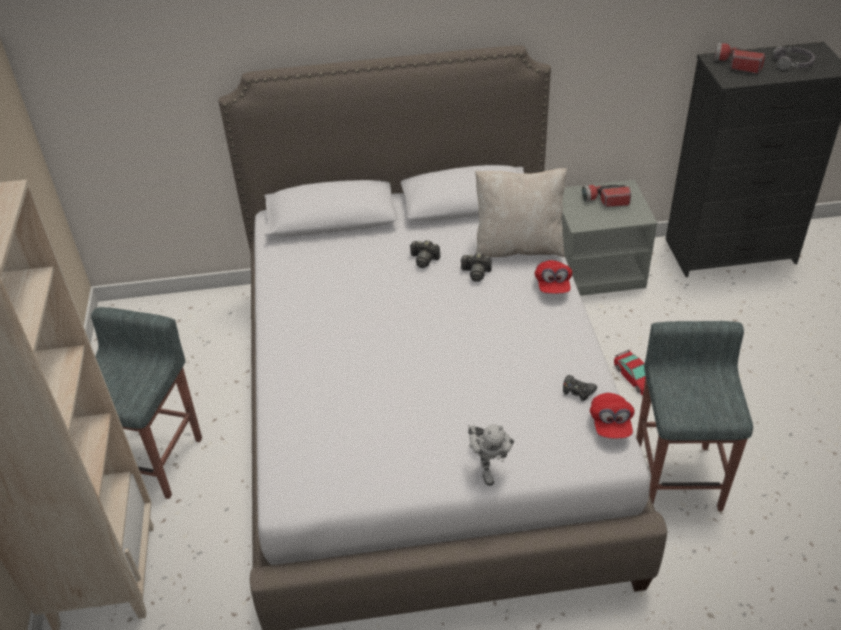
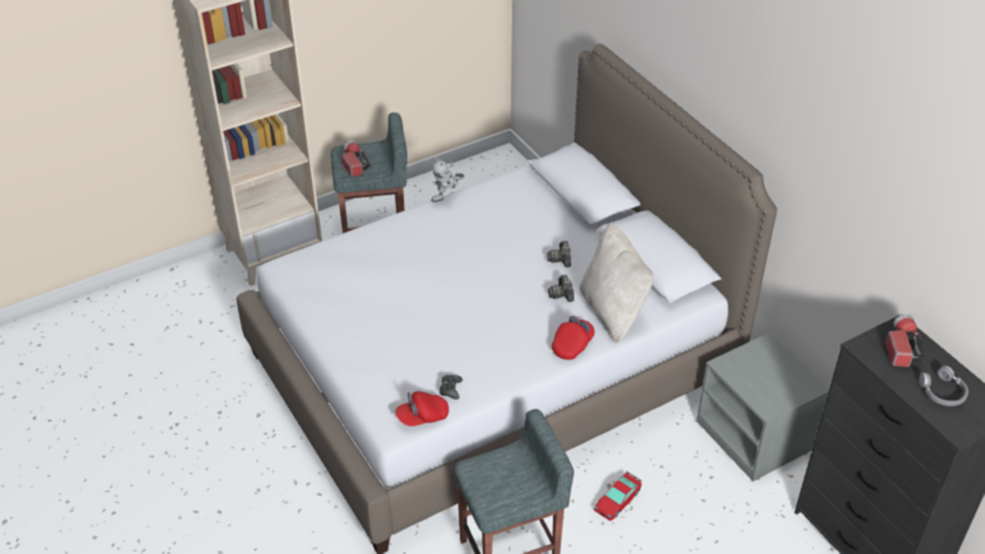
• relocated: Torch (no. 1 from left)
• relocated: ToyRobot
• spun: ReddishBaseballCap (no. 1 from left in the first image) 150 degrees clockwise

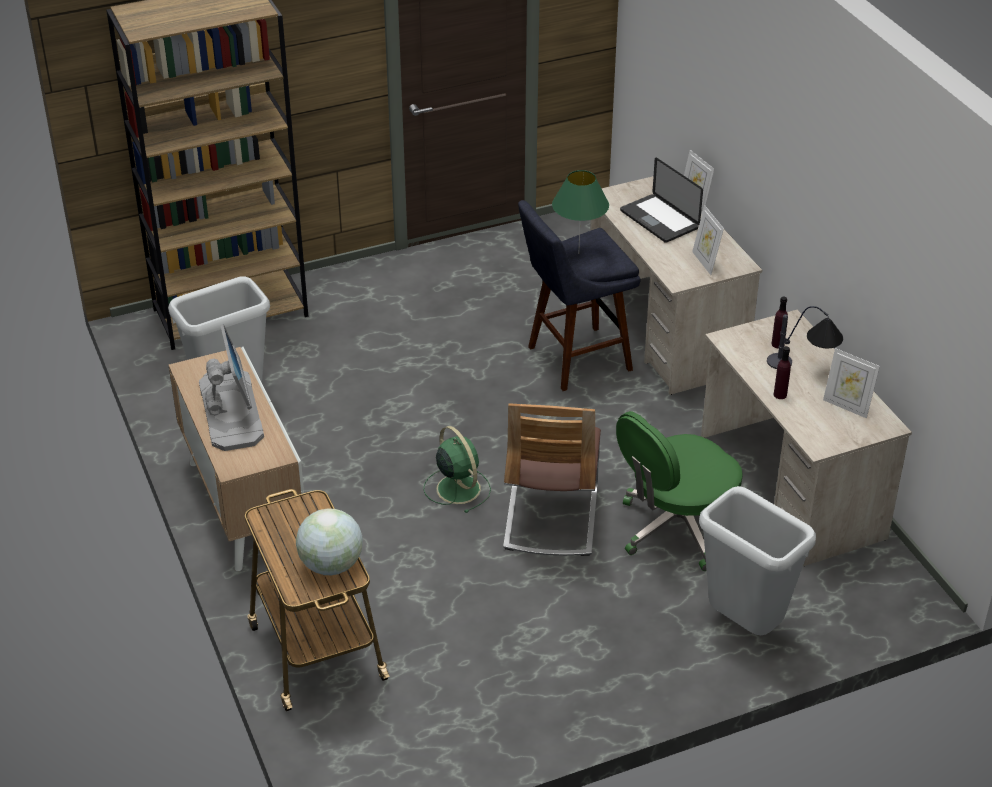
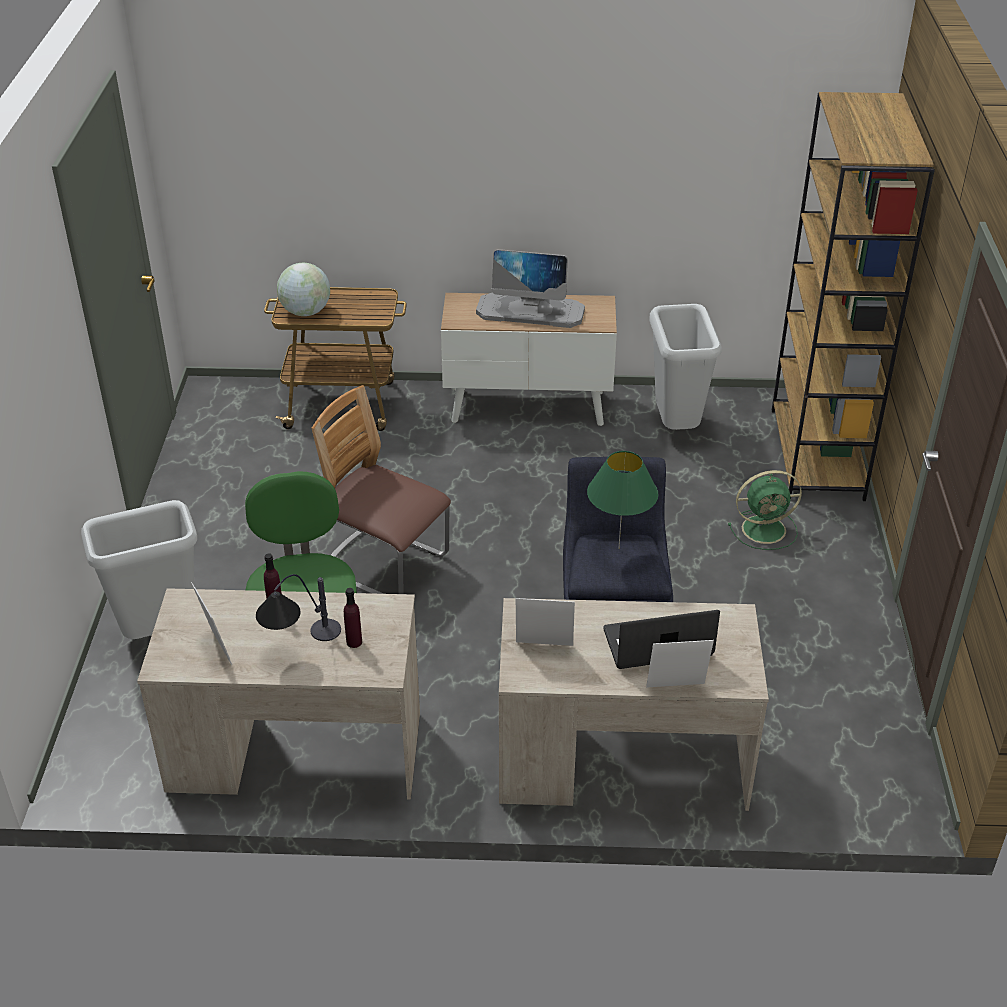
• spun: PictureFrame (no. 3 from left in the first image) 90 degrees clockwise
• relocated: GreenishFan

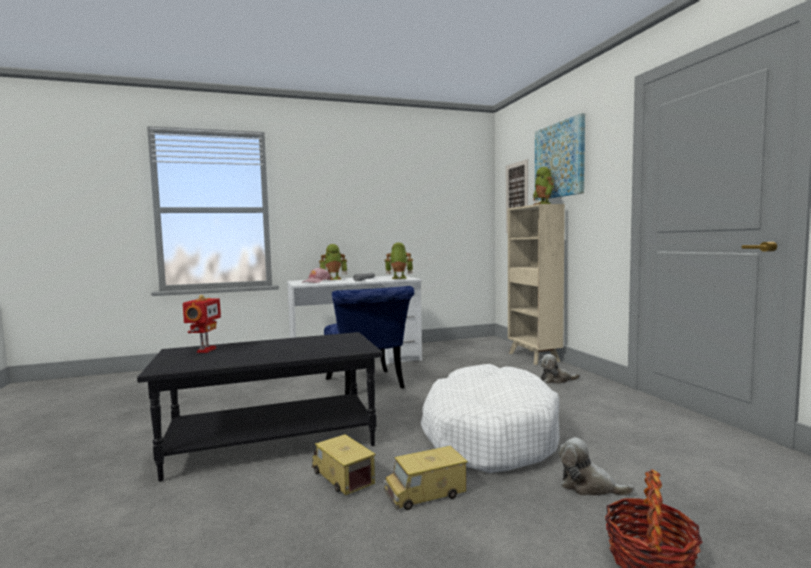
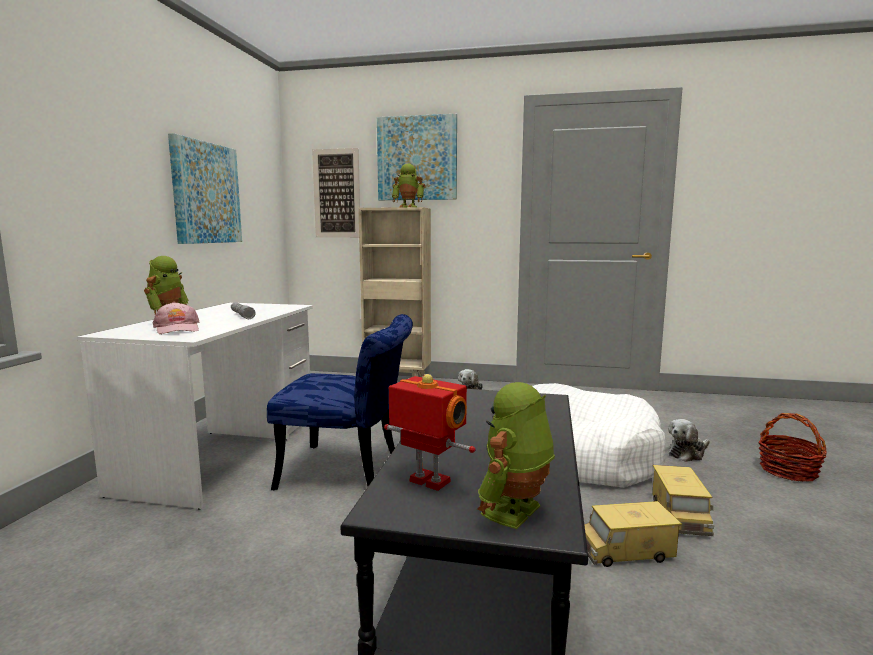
• appeared: WallPicture (no. 1 from left)
• relocated: ToyRobot (no. 3 from left in the first image) to ToyRobot (no. 4 from left)

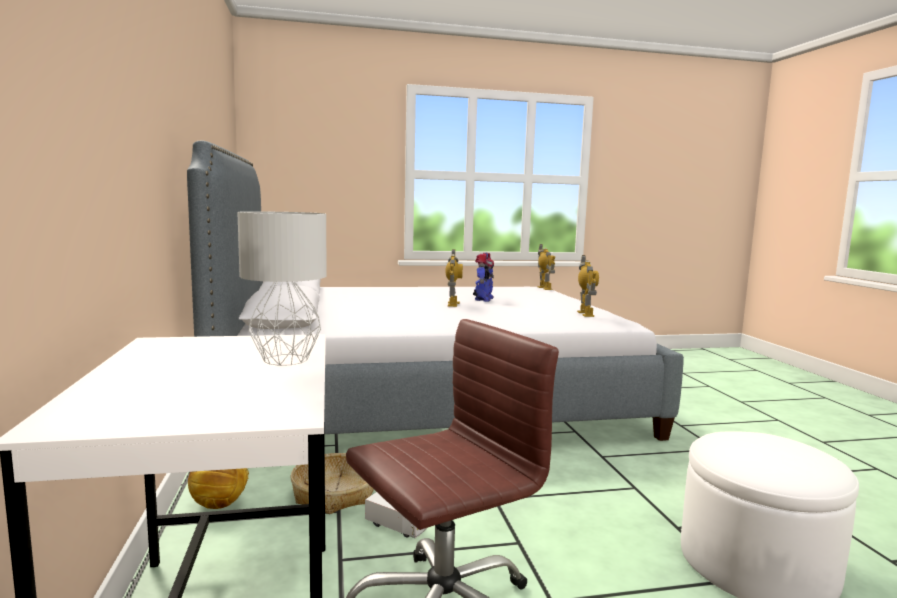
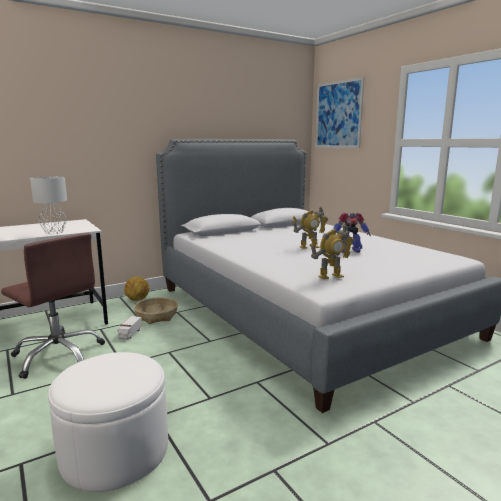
• appeared: WallPicture
• missing: ToyRobot (no. 3 from left)

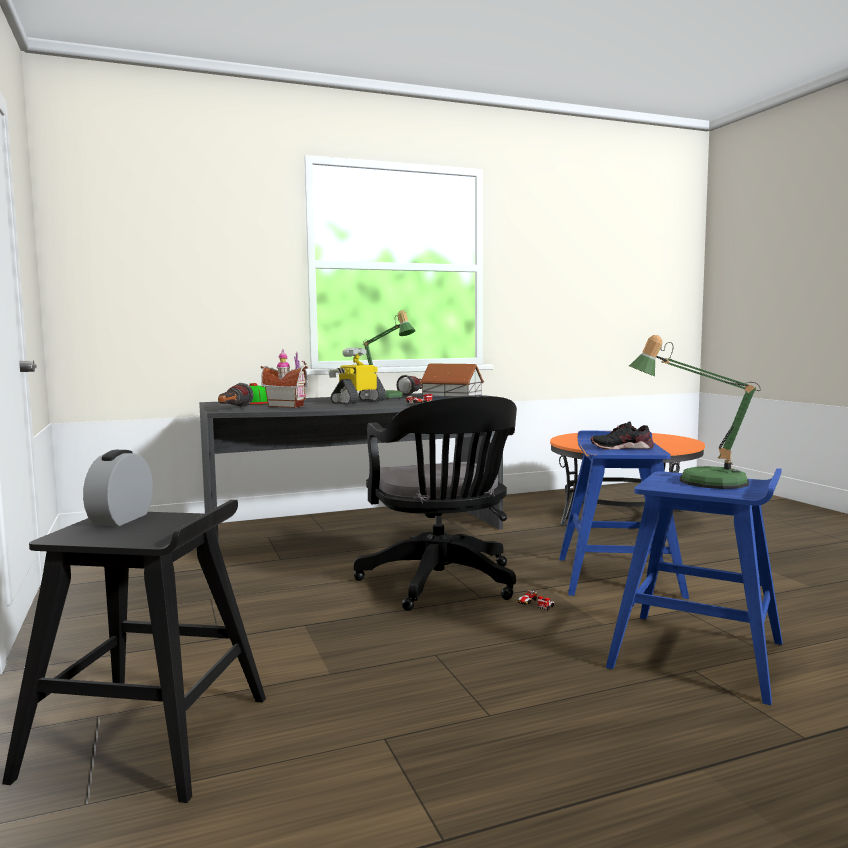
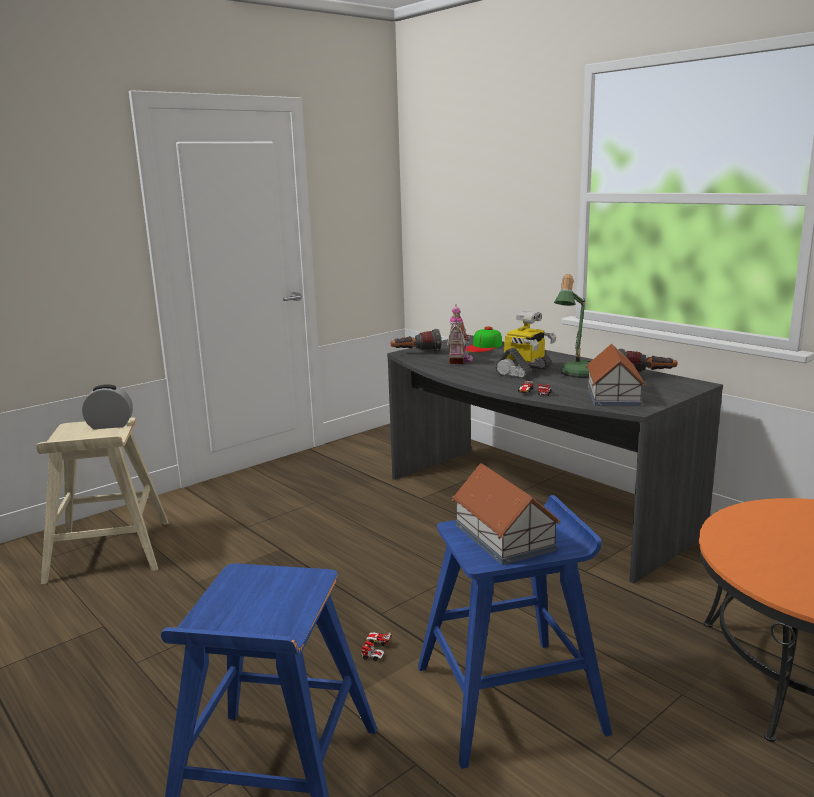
• colour: BlackColouredStoolSeat to SandColouredStoolSeat
• exchanged: BlackColouredItemOfFootwear to ToyHouse (no. 2 from left)
• spun: ToyRobot 105 degrees clockwise
• missing: BlackColouredDeskChair
• missing: LampForATable (no. 2 from left)

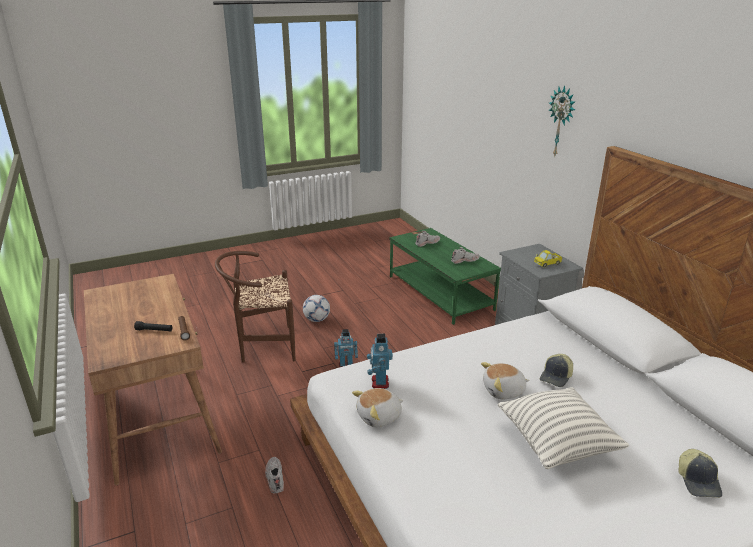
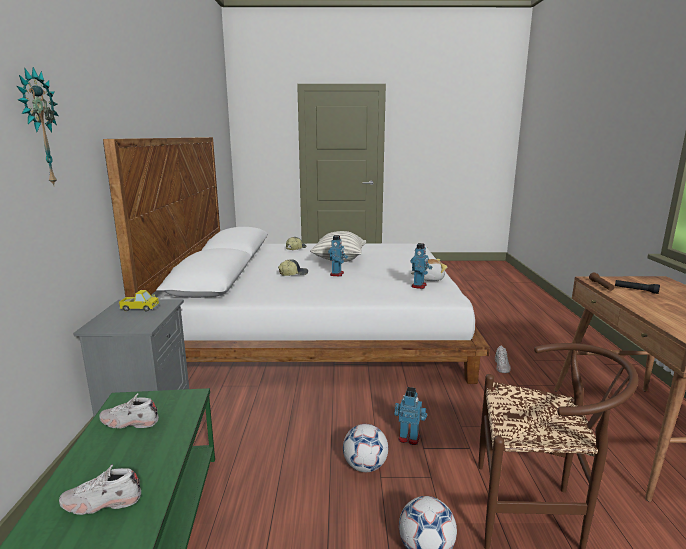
• exchanged: PlushToy (no. 2 from left) to ToyRobot (no. 1 from left)
• appeared: Football (no. 1 from left)

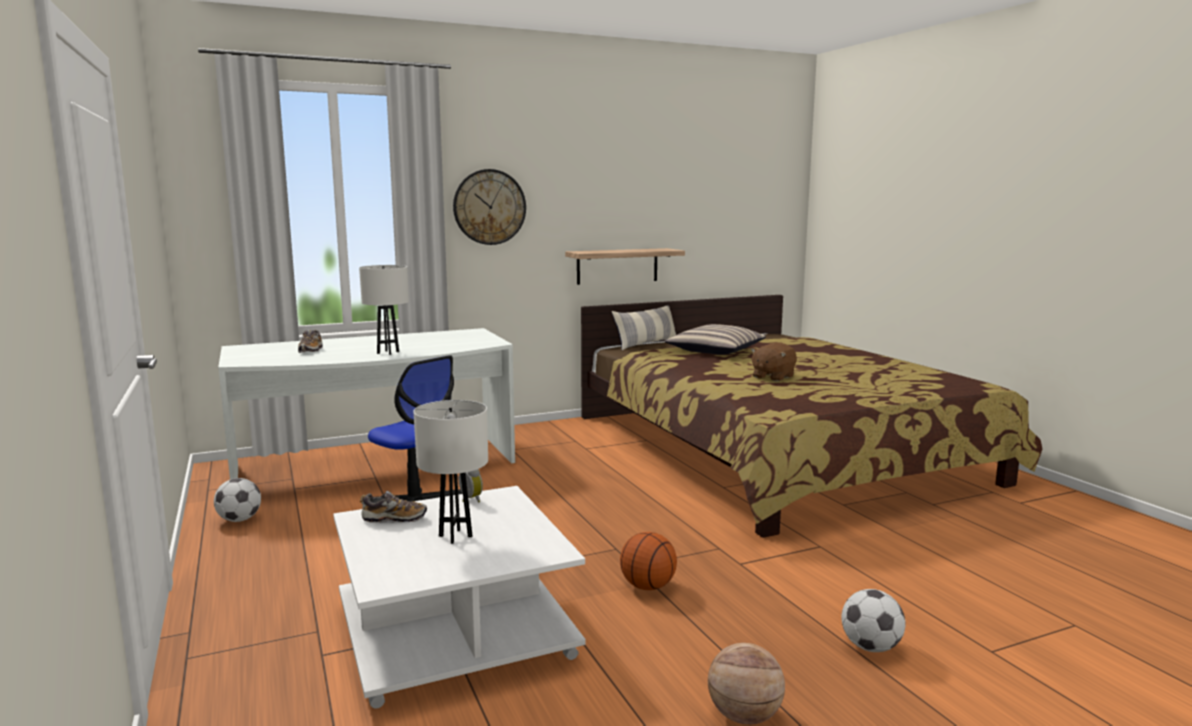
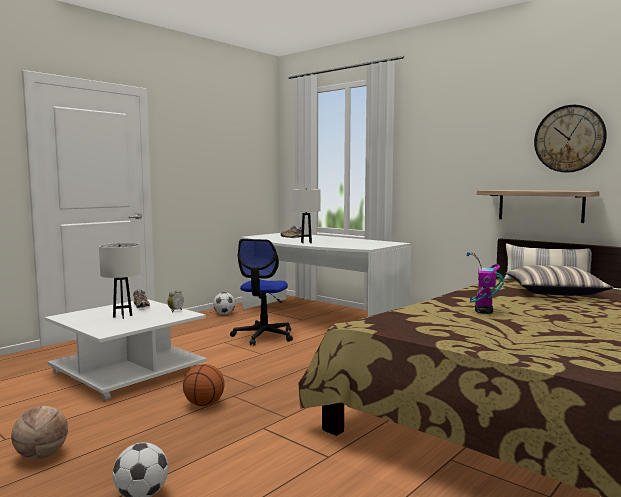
• exchanged: BrownPlushToy to ToyRobot
• relocated: WallClock

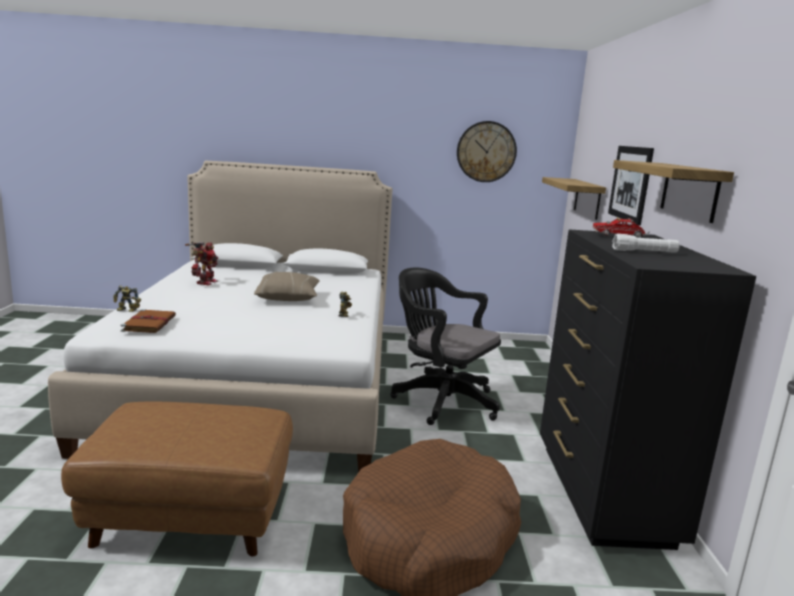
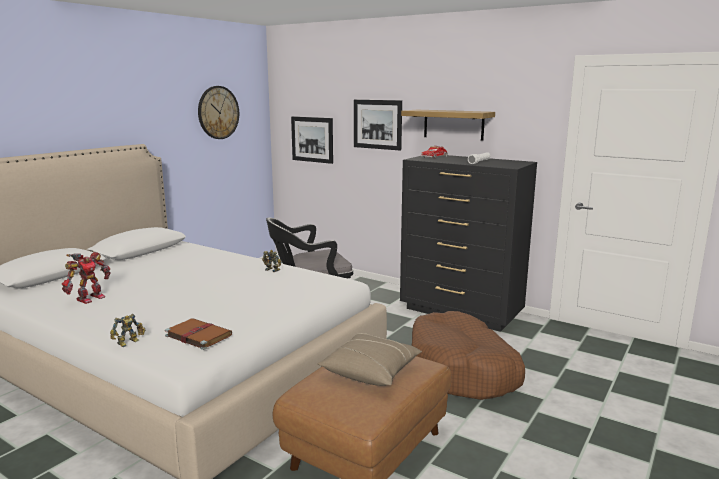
• spun: ToyRobot (no. 2 from left in the first image) 75 degrees clockwise
• exchanged: Shelf (no. 1 from left) to WallPicture (no. 1 from left)
• relocated: SandColouredCushion

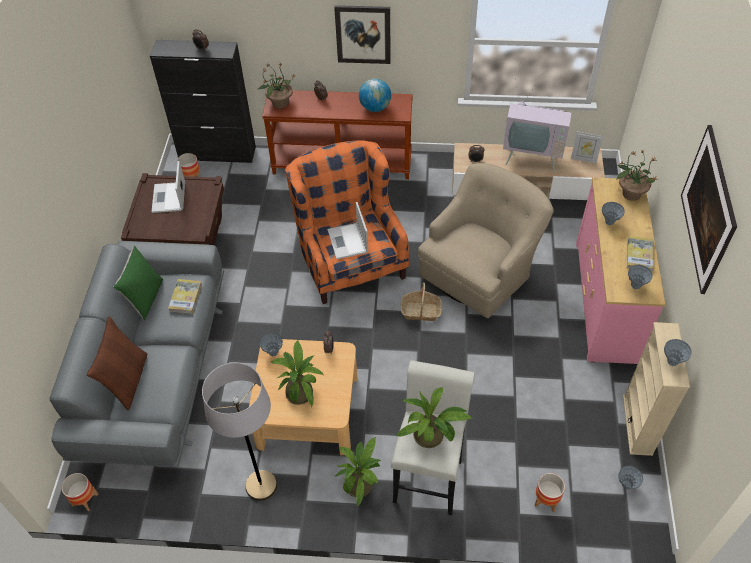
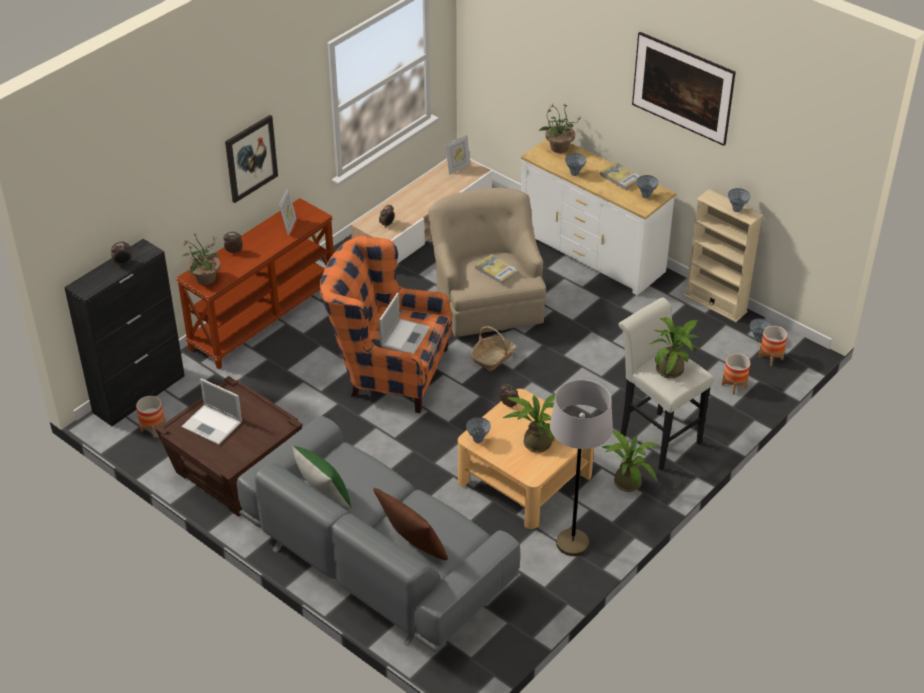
• exchanged: DeskGlobe to PictureFrame (no. 1 from left)
• spun: PortableComputer (no. 2 from left) 90 degrees counterclockwise
• relocated: Book (no. 1 from left)
• colour: PinkishDresser to WhiteDresser
• relocated: PlantPot (no. 1 from left in the first image) to PlantPot (no. 3 from left)
• missing: Television

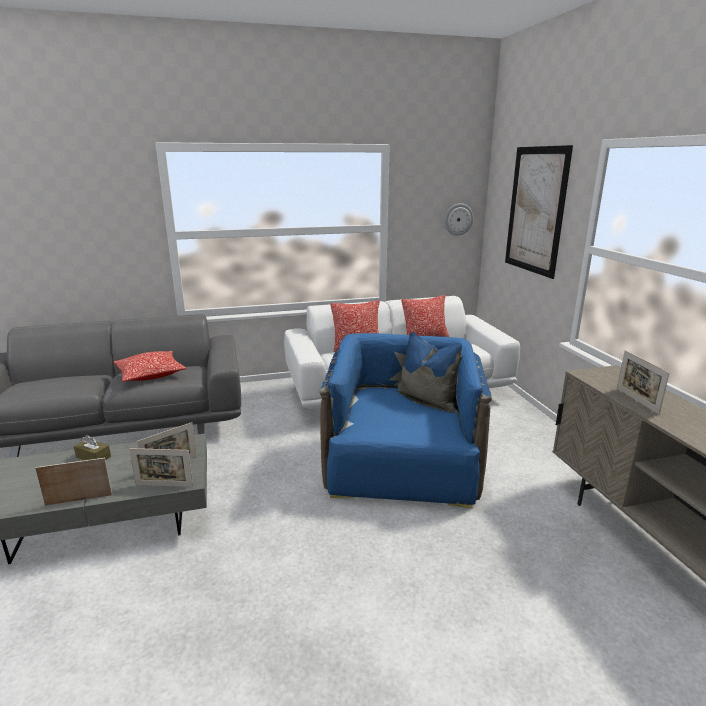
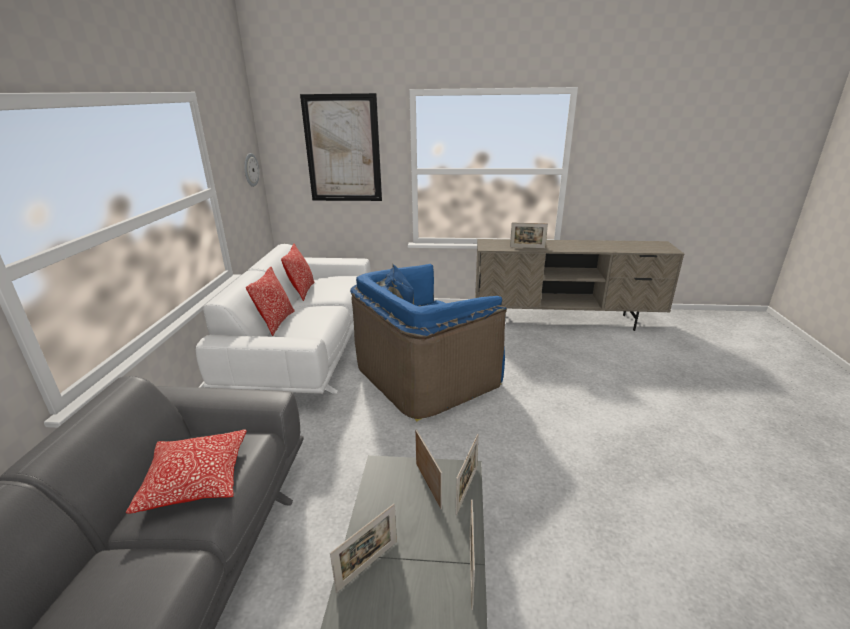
• exchanged: BrownTissueHolder to PictureFrame (no. 1 from left)
• spun: BluishArmchair 60 degrees counterclockwise

